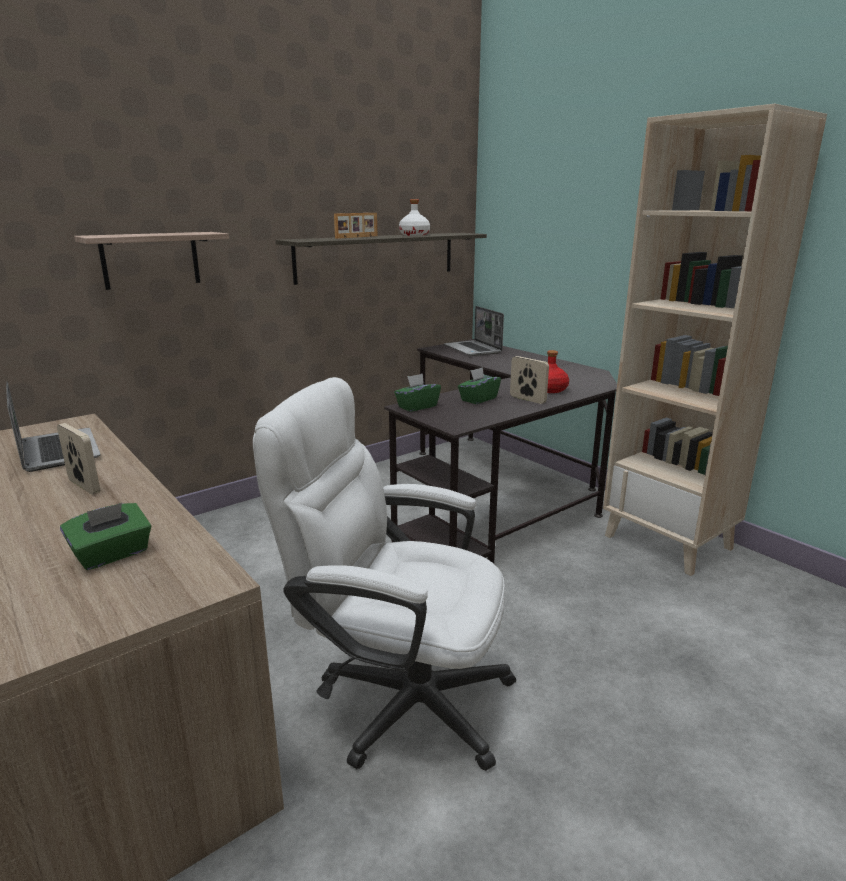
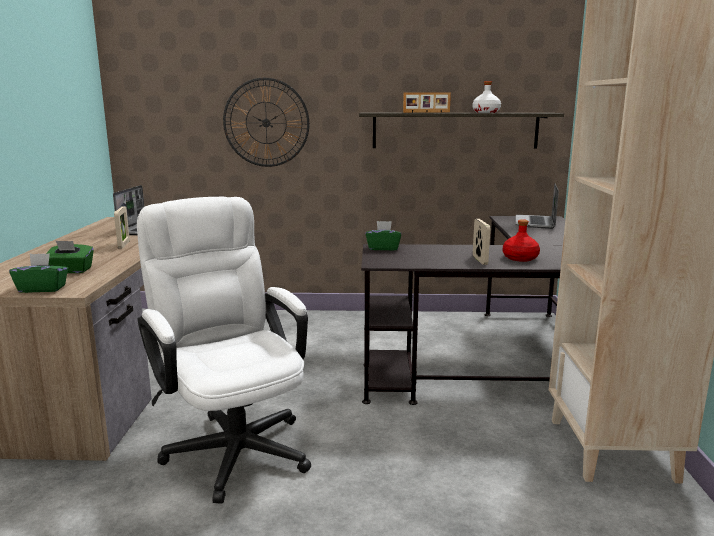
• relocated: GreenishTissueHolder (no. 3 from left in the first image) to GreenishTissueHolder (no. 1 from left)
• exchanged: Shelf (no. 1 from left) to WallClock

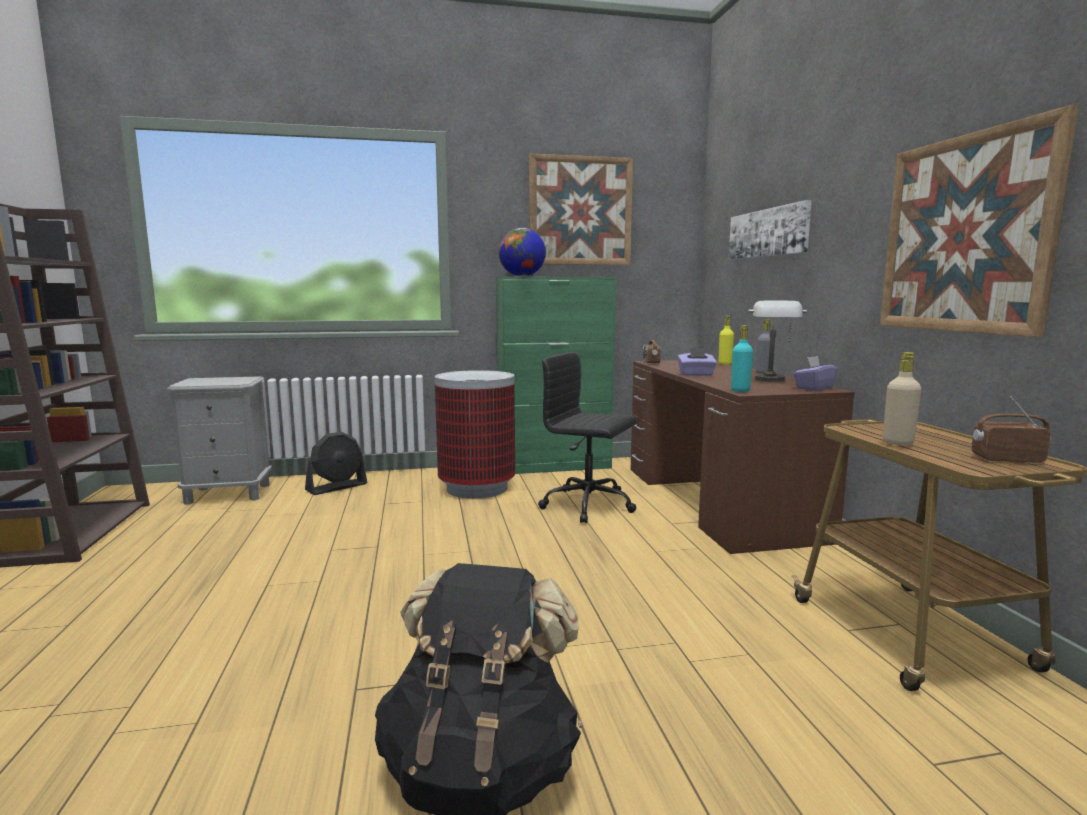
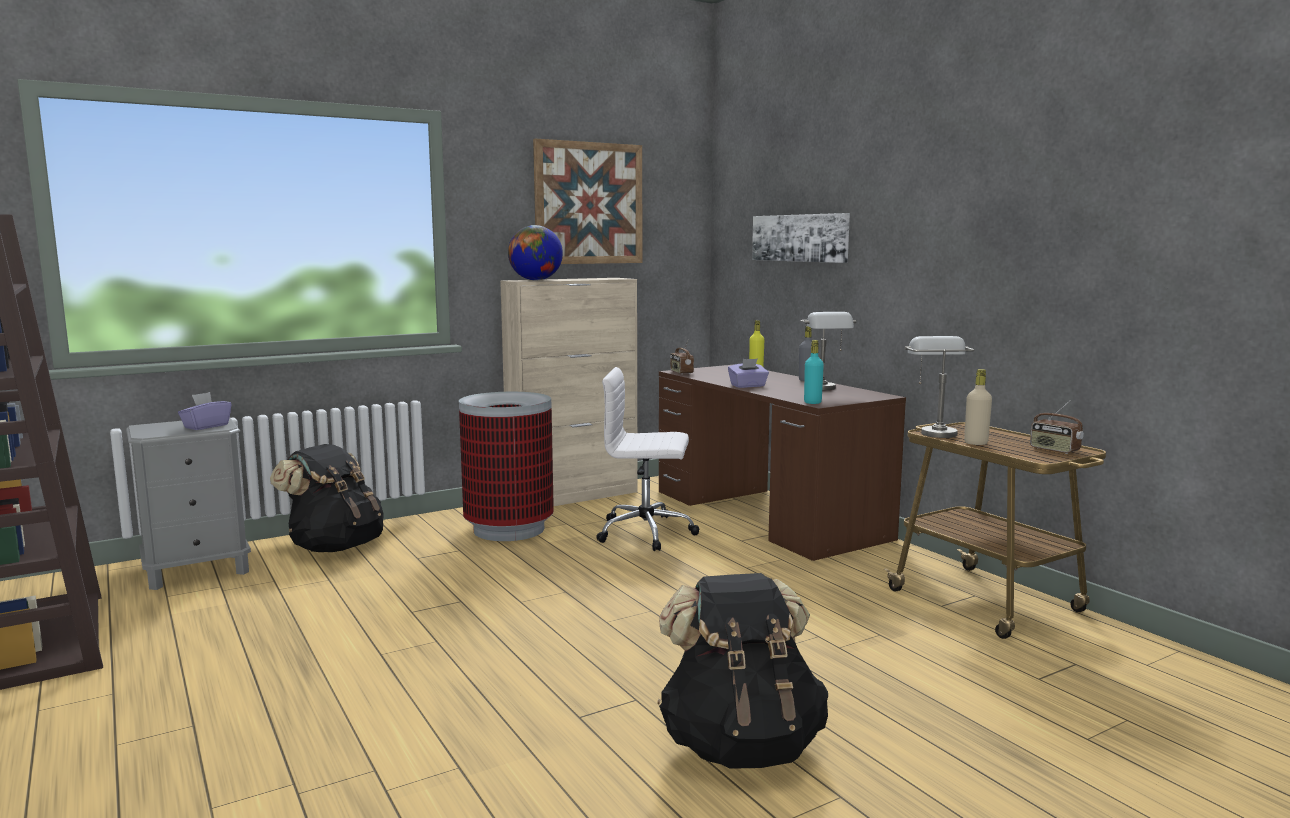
• relocated: PurpleTissueHolder (no. 2 from left in the first image) to PurpleTissueHolder (no. 1 from left)
• exchanged: BlackColouredFan to BlackColouredBackpack (no. 1 from left)
• colour: GreenishStorageCabinet to SandColouredStorageCabinet
• colour: BlackColouredDeskChair to WhiteDeskChair
• appeared: GreyishLampForATable (no. 2 from left)
• spun: Radio (no. 2 from left) 120 degrees counterclockwise
• missing: WallPicture (no. 3 from left)

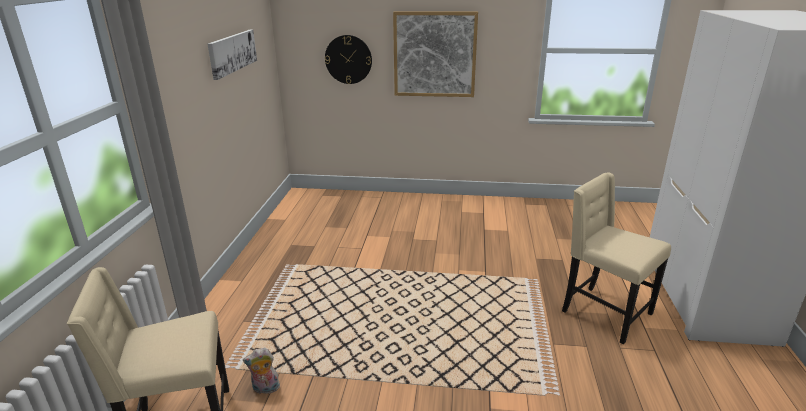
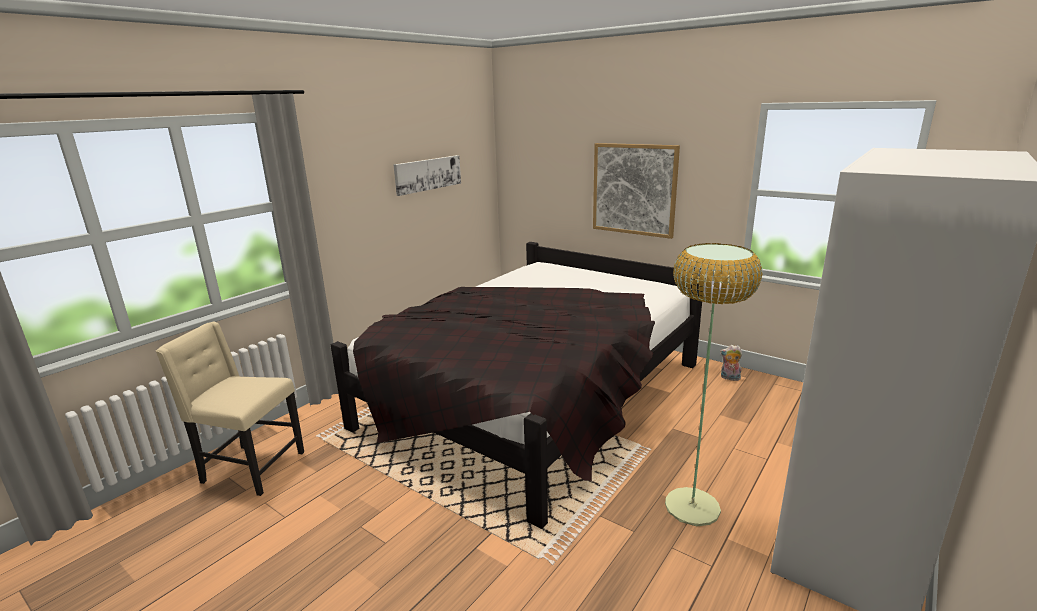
• appeared: BlackColouredSleepingBed
• exchanged: SandColouredUprightChair (no. 2 from left) to StandingLamp
• relocated: PlushToy
• missing: WallClock

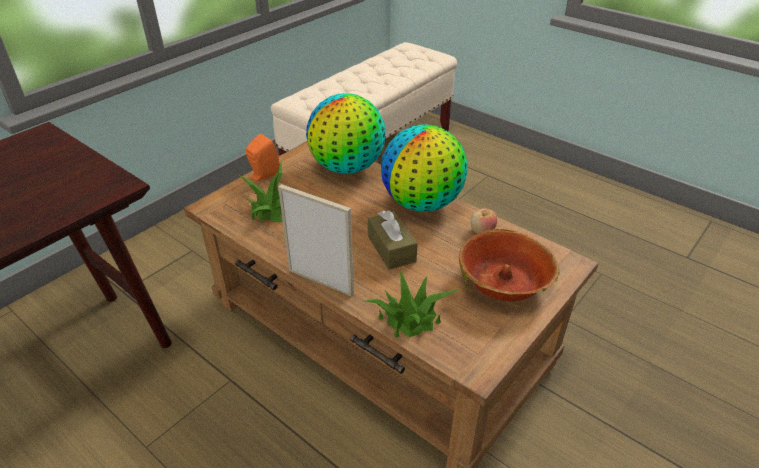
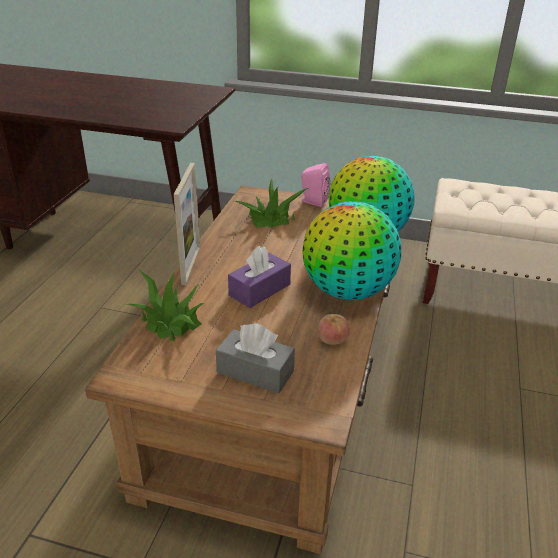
• exchanged: DeepDish to GreyishTissueHolder
• colour: BrownTissueHolder to PurpleTissueHolder
• colour: OrangeAudioSpeaker to PinkishAudioSpeaker

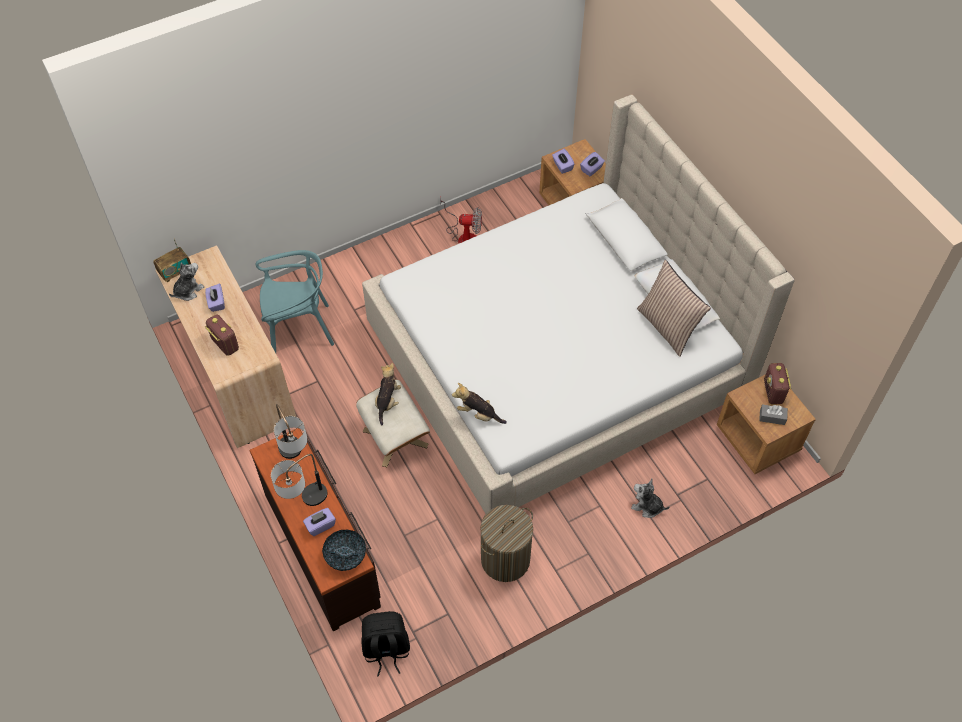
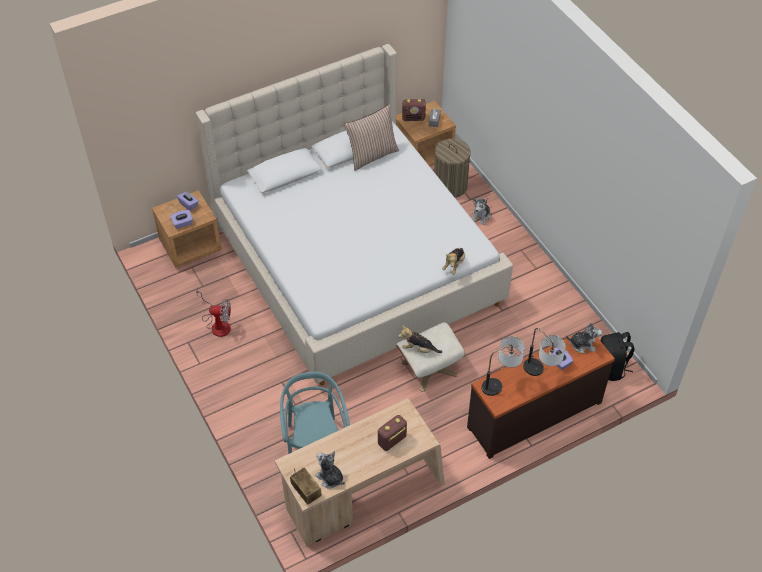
• spun: Fan 90 degrees clockwise
• relocated: LaundryBasket
• exchanged: DeepDish to PlushToy (no. 5 from left)
• missing: PurpleTissueHolder (no. 1 from left)

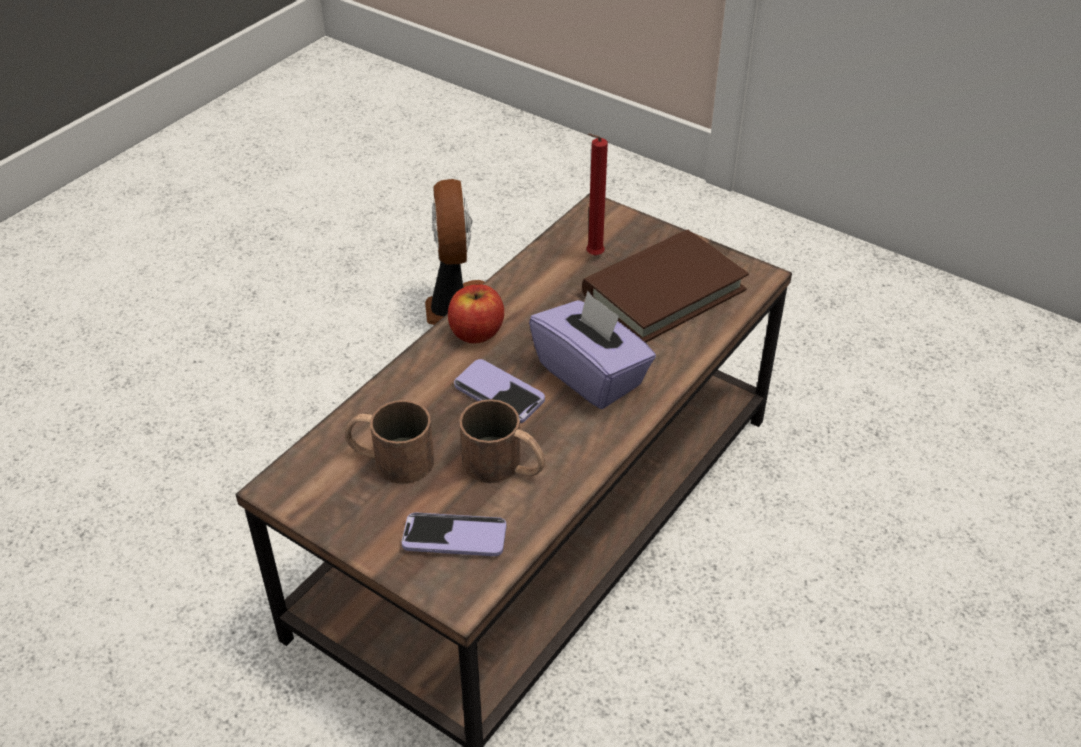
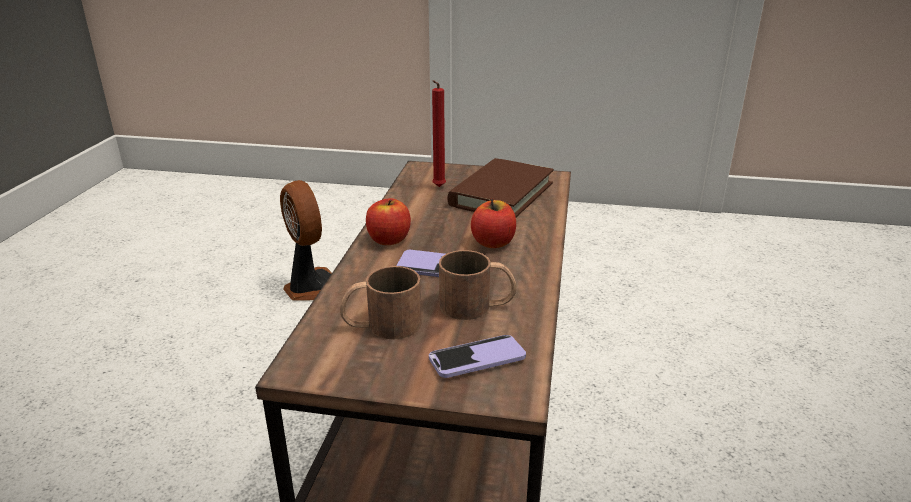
• exchanged: PurpleTissueHolder to AppleFruit (no. 2 from left)

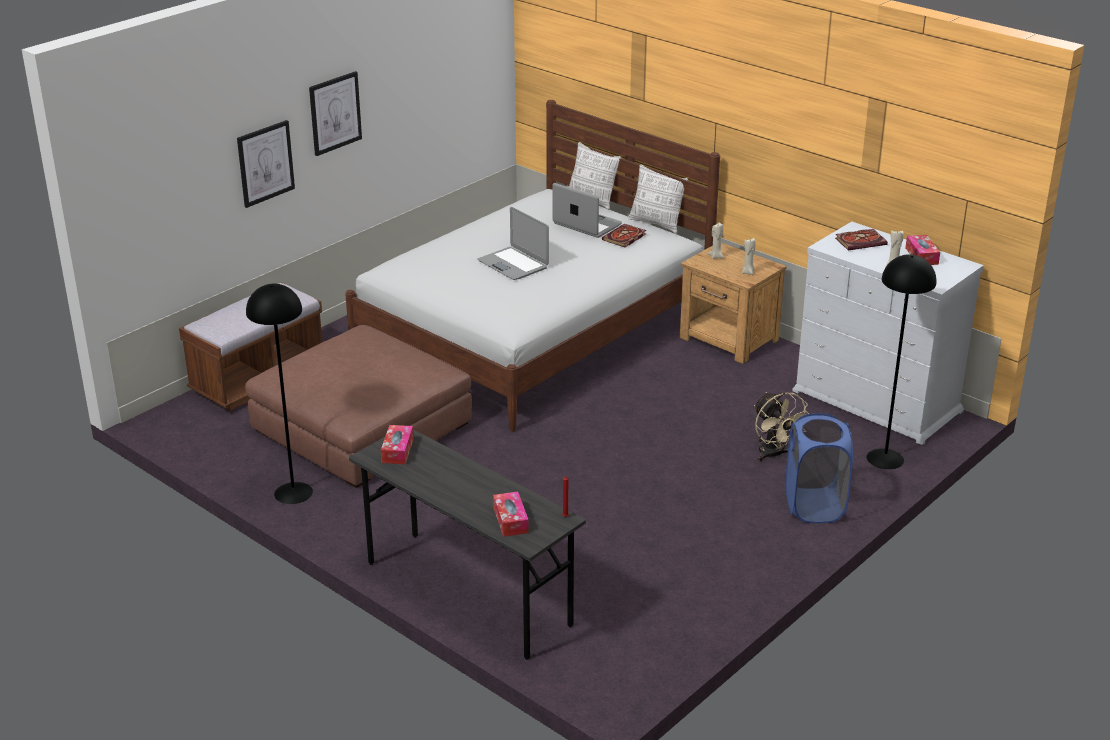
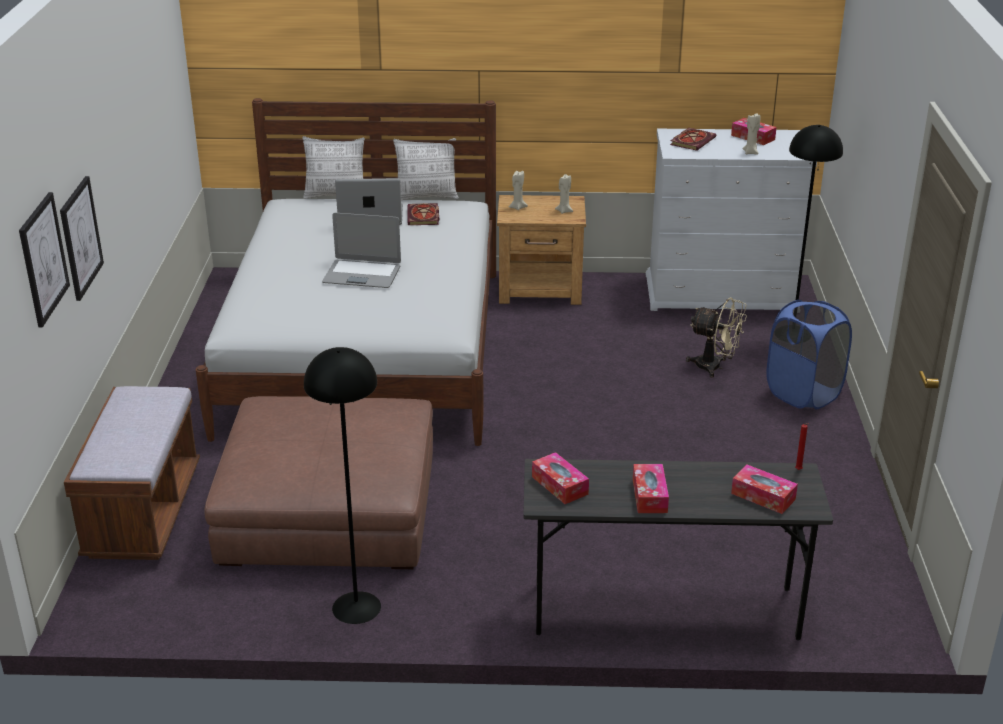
• relocated: WallPicture (no. 2 from left in the first image) to WallPicture (no. 1 from left)
• appeared: TissueHolder (no. 2 from left)

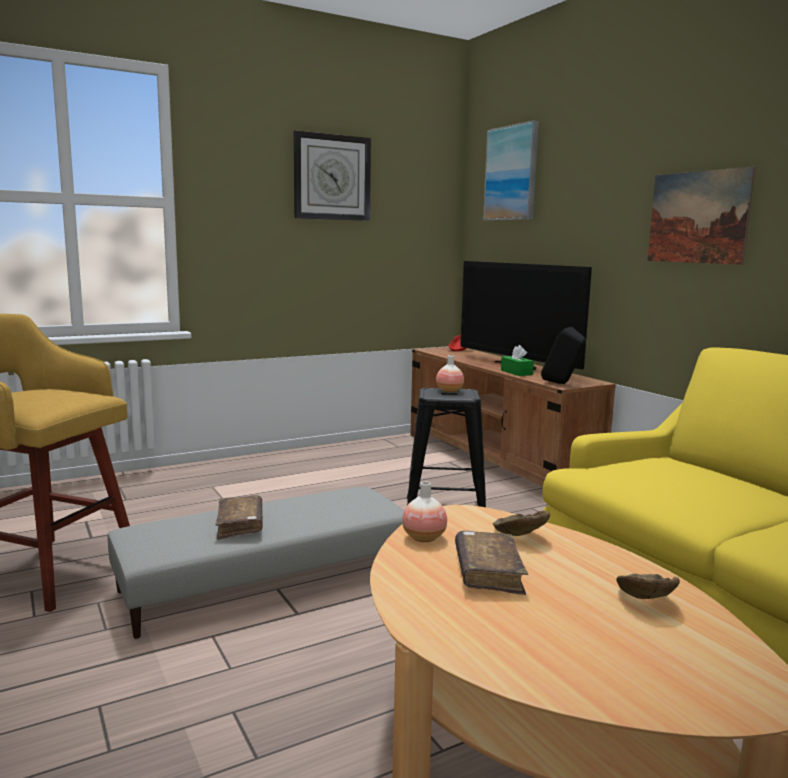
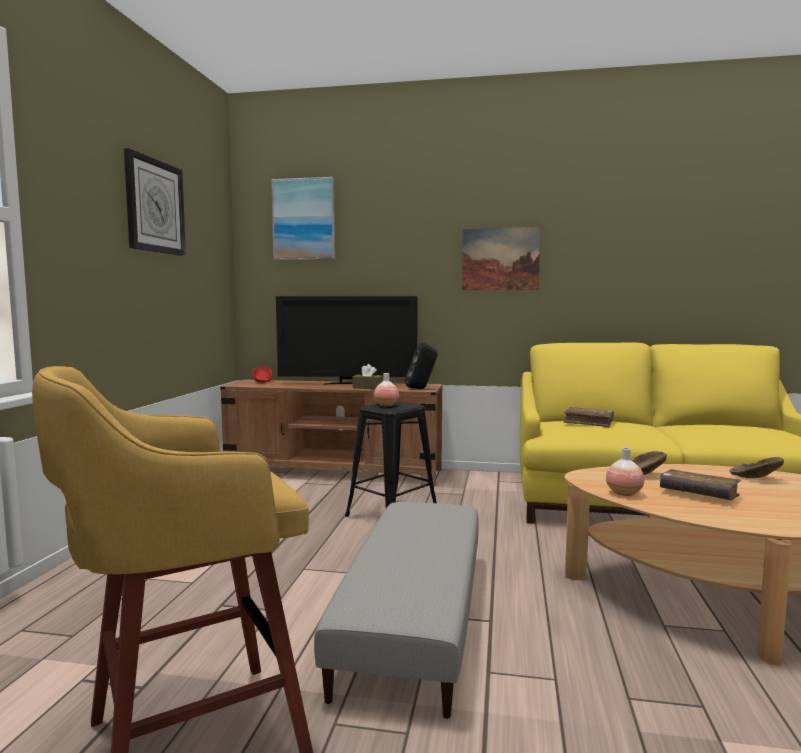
• colour: GreenishTissueHolder to BrownTissueHolder
• relocated: BrownBook (no. 1 from left)

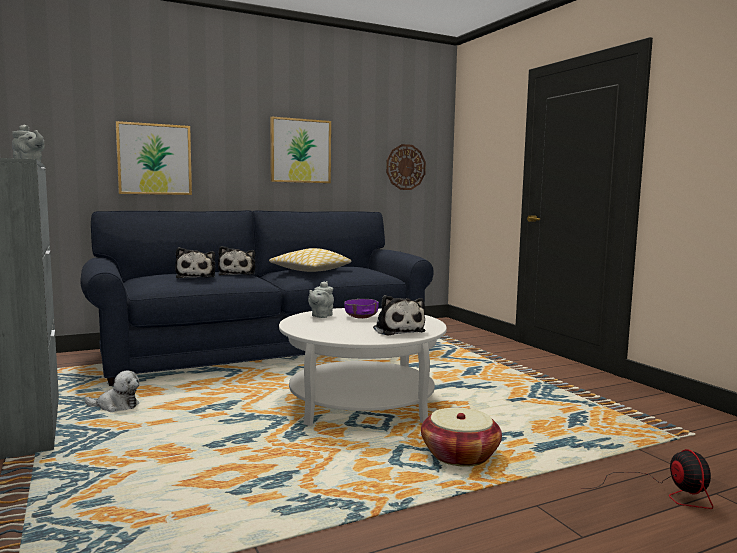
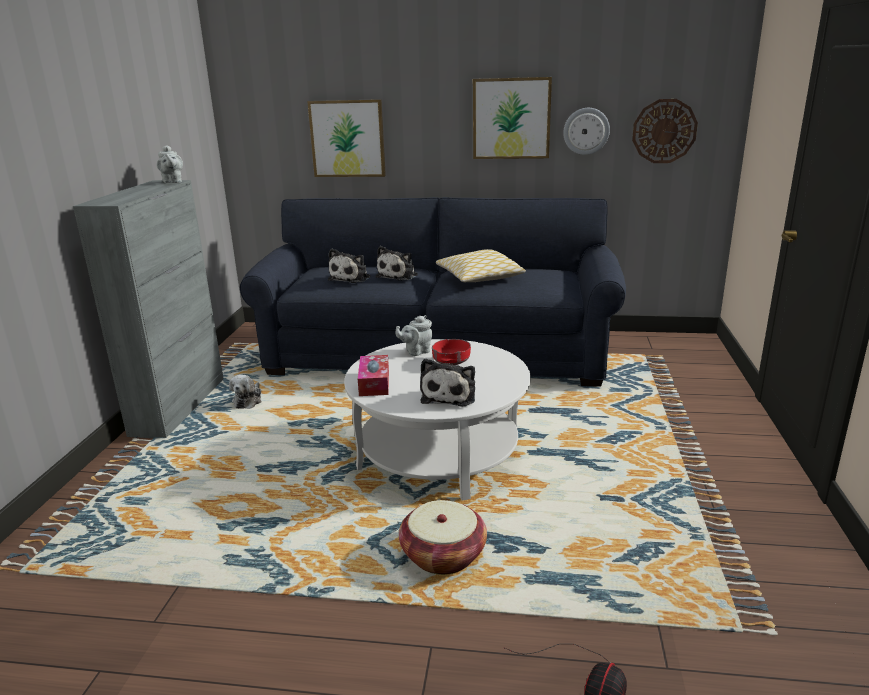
• spun: PlushToy (no. 1 from left) 60 degrees clockwise
• appeared: TissueHolder
• colour: PurpleDeepDish to ReddishDeepDish
• appeared: WallClock (no. 1 from left)

